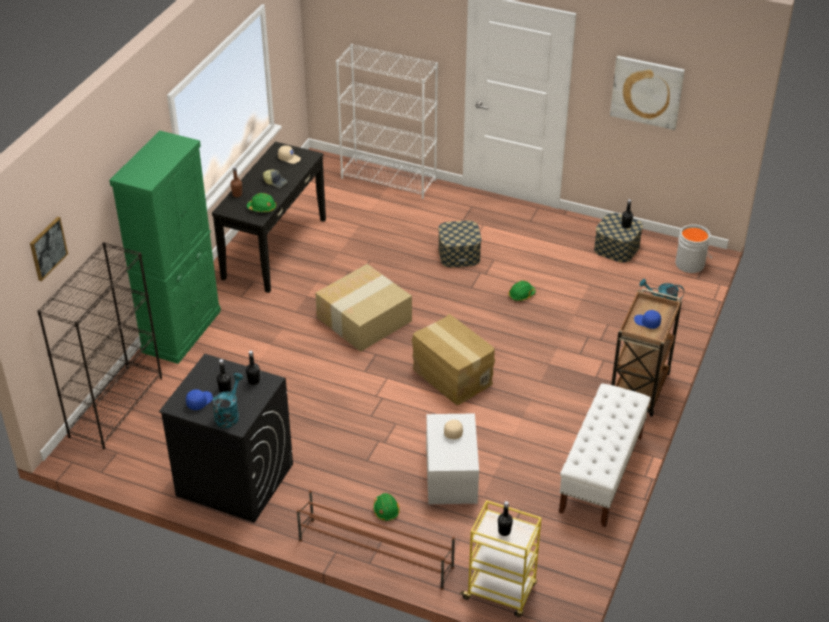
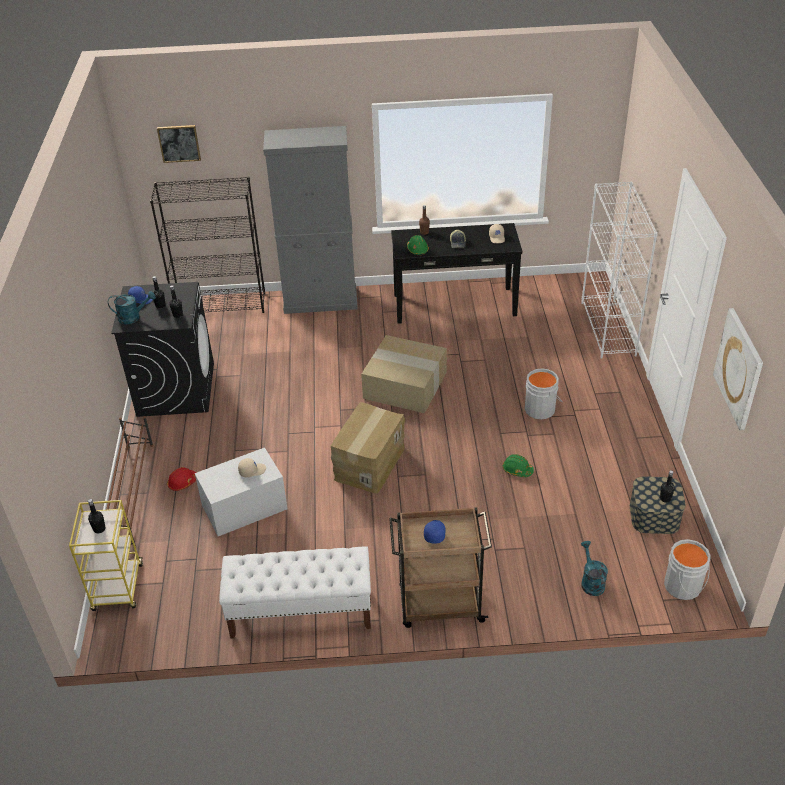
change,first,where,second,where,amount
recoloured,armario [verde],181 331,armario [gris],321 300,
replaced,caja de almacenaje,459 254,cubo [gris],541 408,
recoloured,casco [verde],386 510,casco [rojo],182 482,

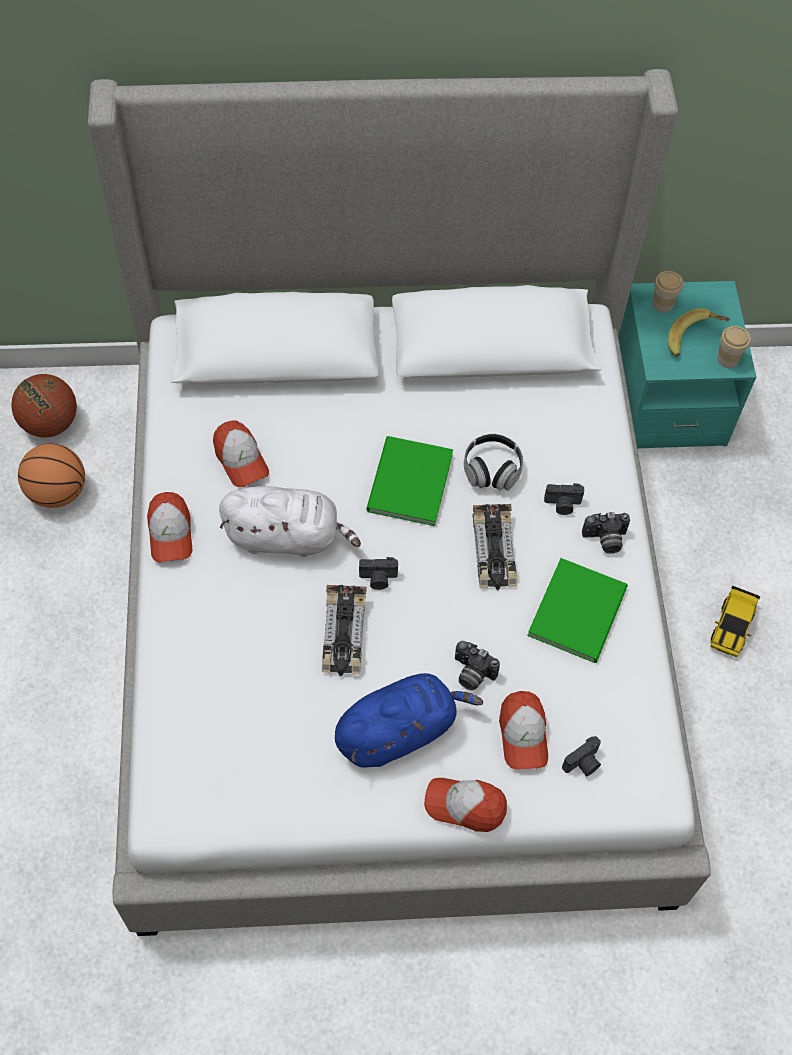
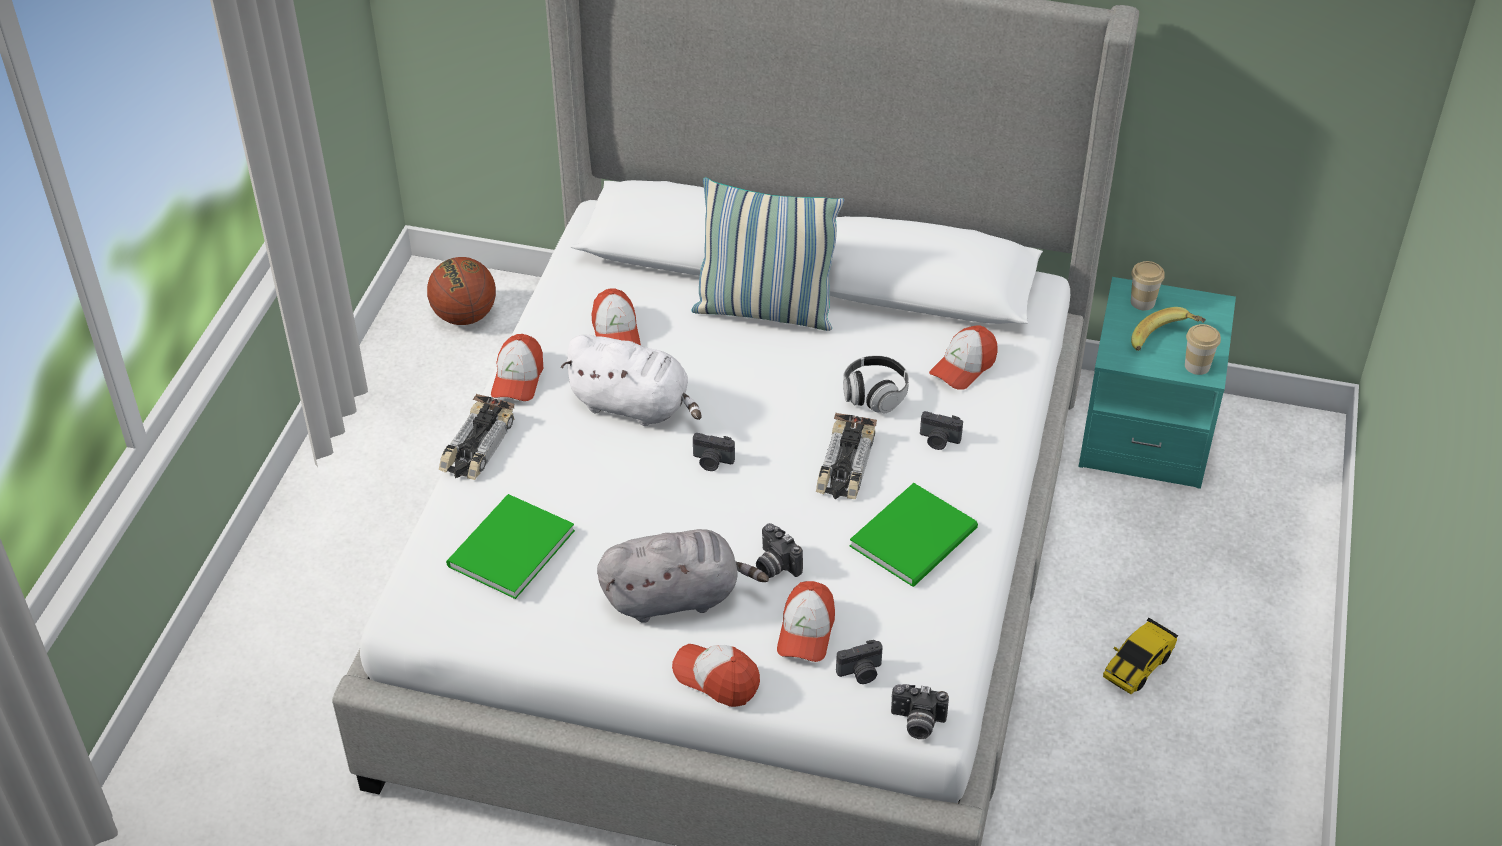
change,first,where,second,where,amount
moved,libro [verde],407 484,,507 549,
removed,balón de baloncesto,57 492,,,
moved,cámara,605 540,,917 723,
moved,coche de juguete,343 635,,477 446,
recoloured,peluche [azul],399 730,peluche [gris],676 597,
added,,,cojín,765 311,
added,,,gorra,963 367,

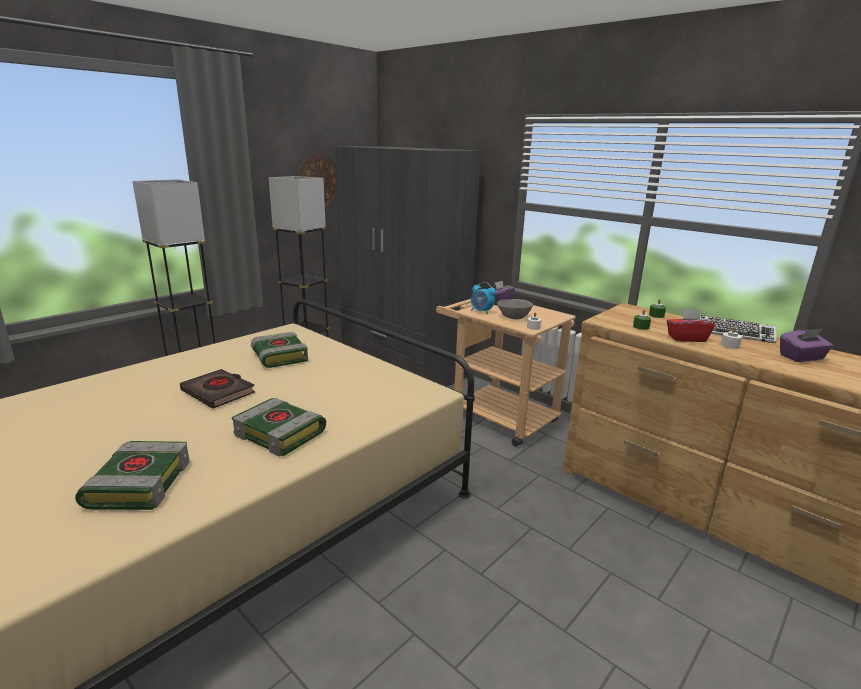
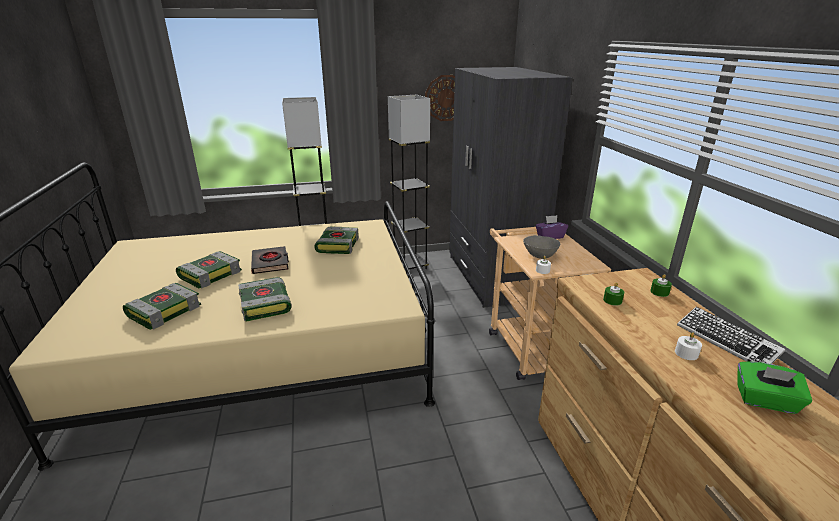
change,first,where,second,where,amount
removed,despertador,481 311,,,
removed,caja de pañuelos [rojo],686 338,,,
recoloured,caja de pañuelos [morado],801 357,caja de pañuelos [verde],765 401,
added,,,libro,210 274,

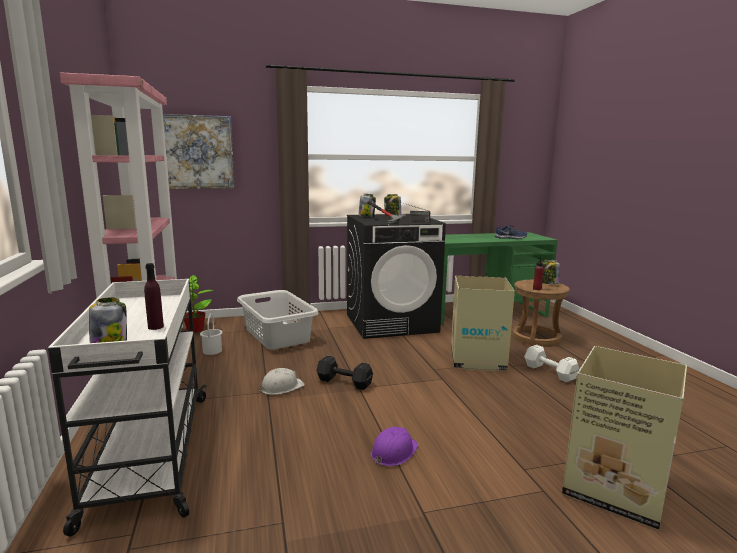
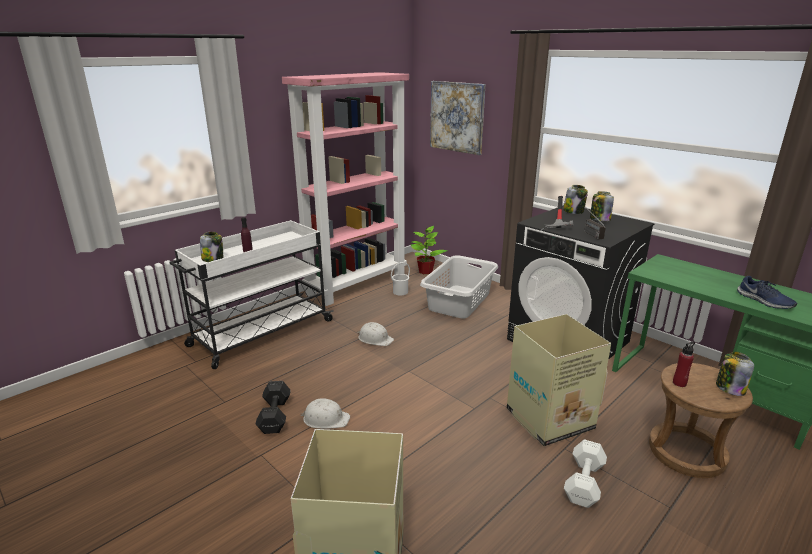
change,first,where,second,where,amount
moved,mancuerna [negro],343 382,,275 415,
recoloured,casco [morado],393 452,casco [blanco],325 419,

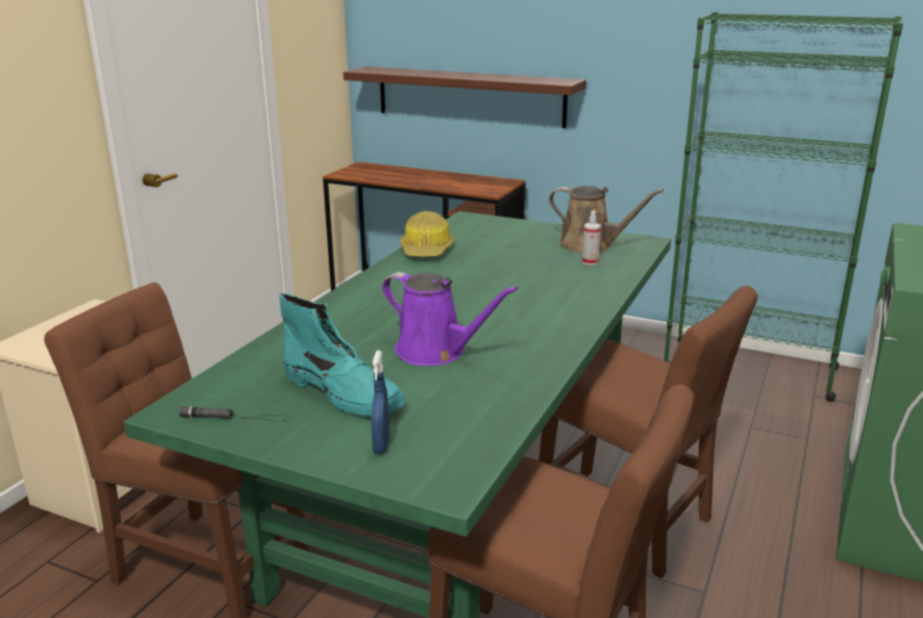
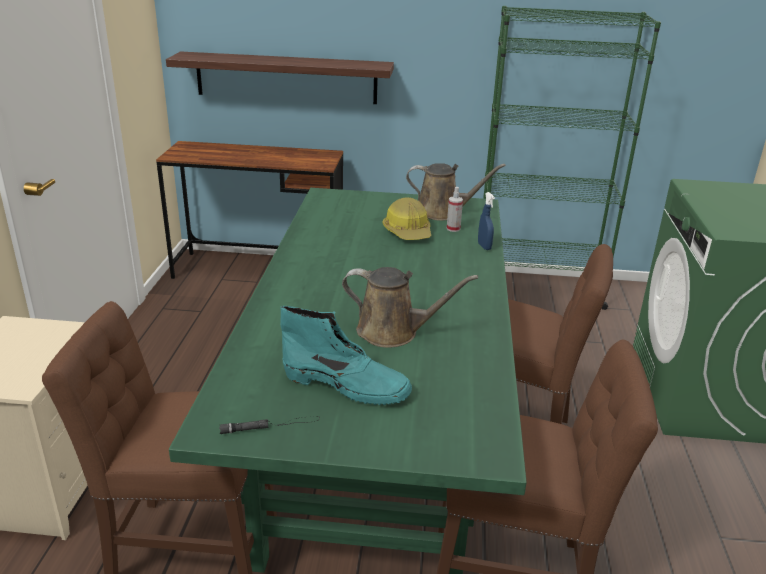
change,first,where,second,where,amount
moved,casco,426 251,,408 232,
recoloured,regadera [morado],436 352,regadera [marrón],393 332,
moved,pulverizador [azul],381 445,,484 246,

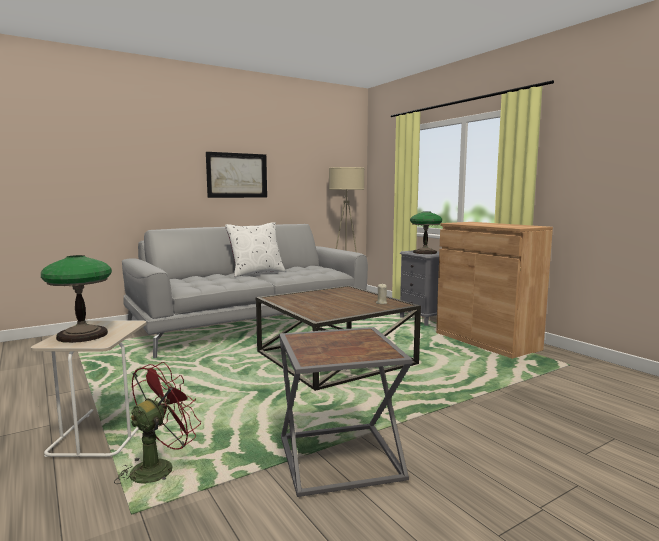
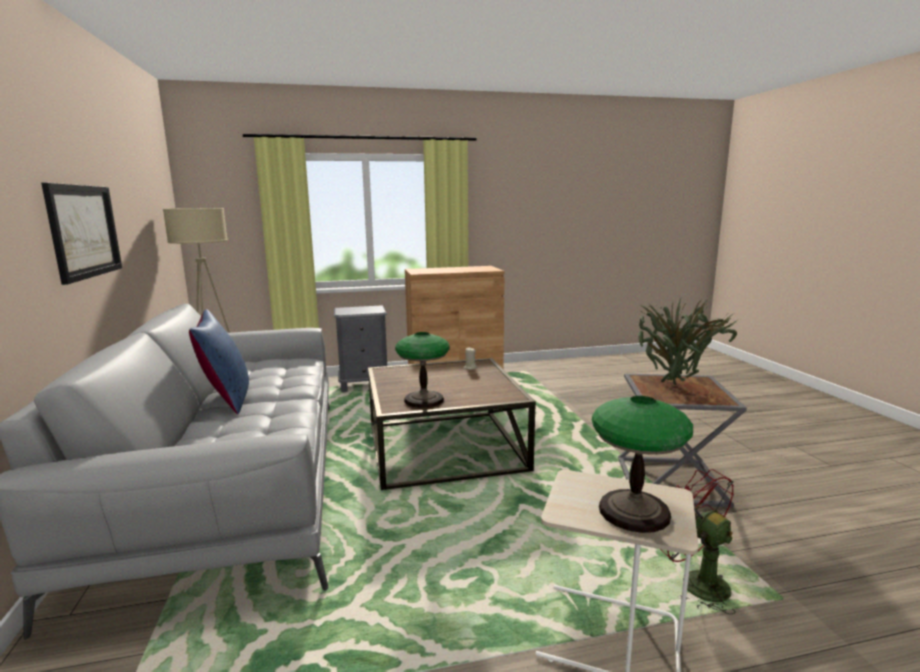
change,first,where,second,where,amount
moved,lámpara de mesa,425 252,,424 400,
recoloured,cojín [blanco],256 273,cojín [azul],226 399,
added,,,planta en maceta,675 387,

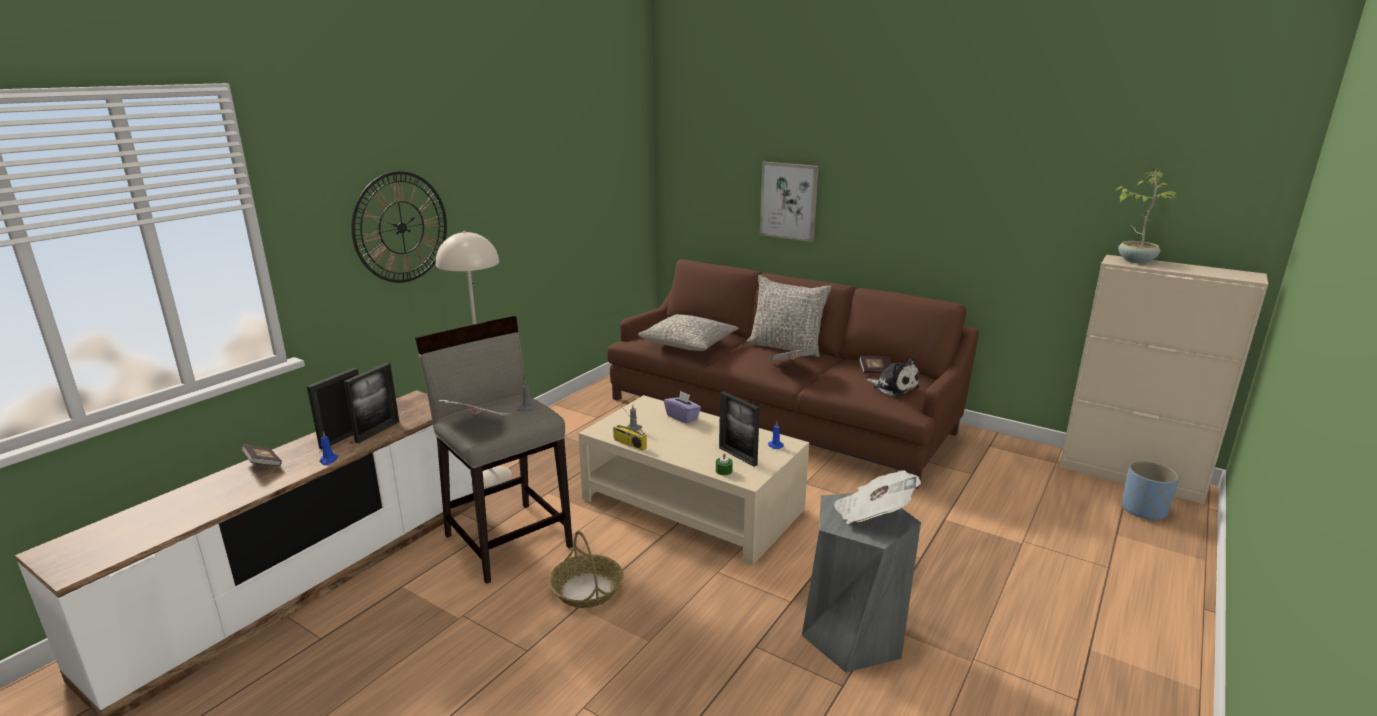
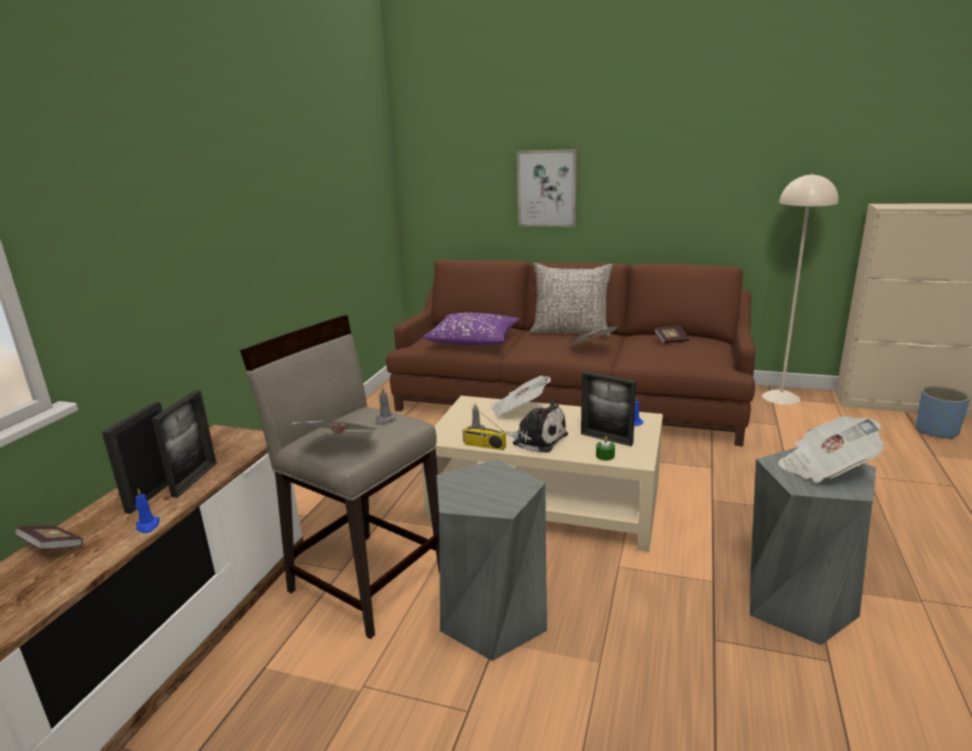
change,first,where,second,where,amount
removed,planta en maceta,1136 261,,,
removed,reloj de pared,401 227,,,
moved,lámpara de pie [beis],491 475,,781 397,
recoloured,cojín [gris],689 343,cojín [morado],474 340,
moved,peluche,893 387,,537 439,
replaced,caja de pañuelos [morado],682 417,periódico,519 410,
replaced,cesta,587 589,taburete [gris],493 618,

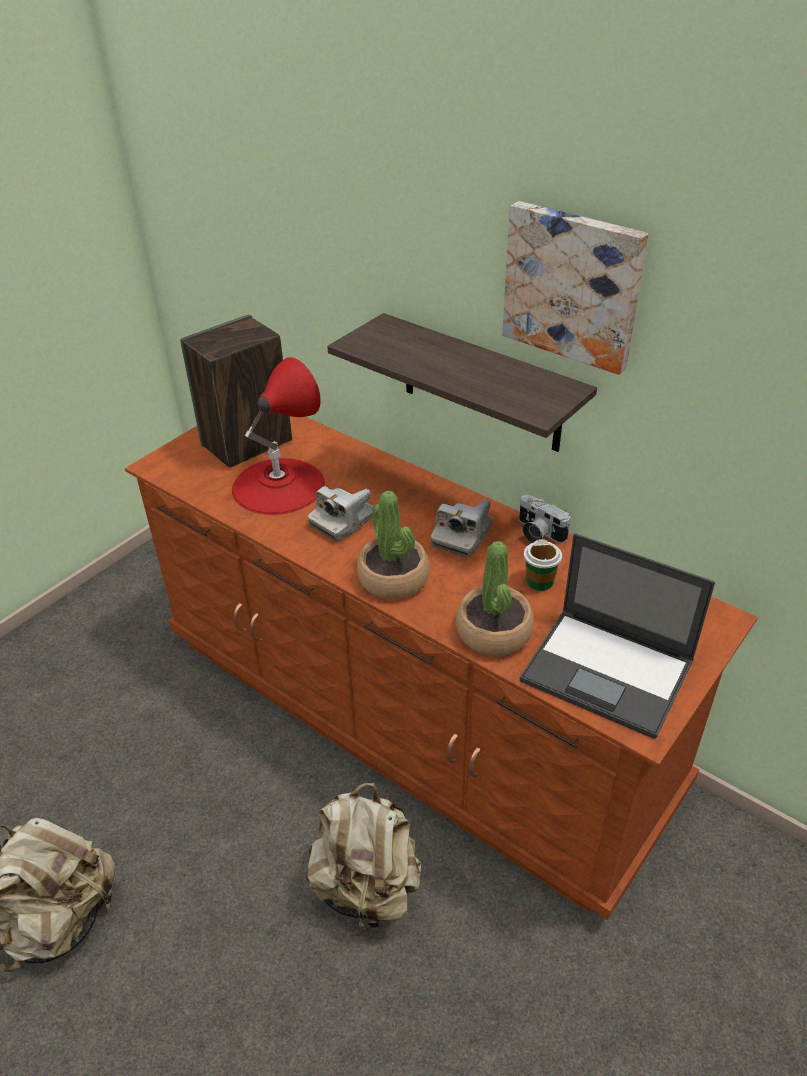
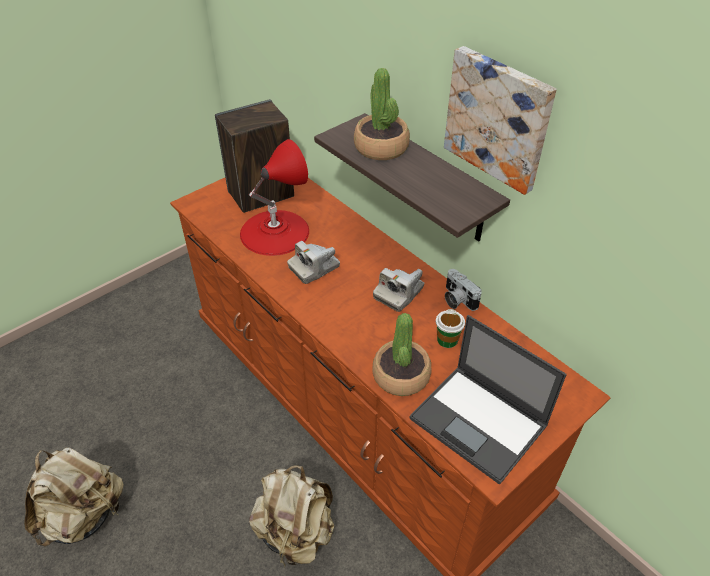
change,first,where,second,where,amount
moved,planta en maceta,393 578,,381 147,

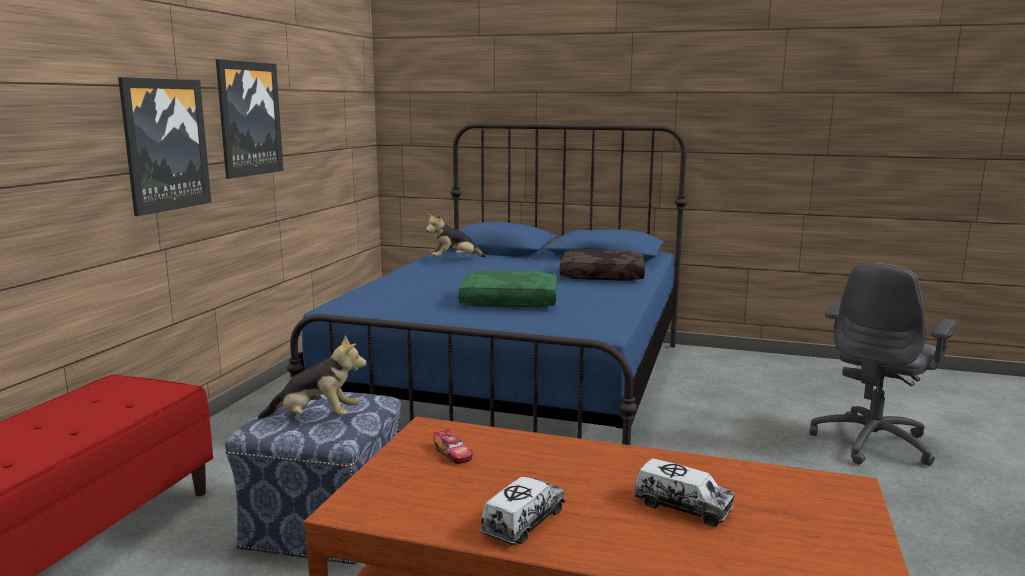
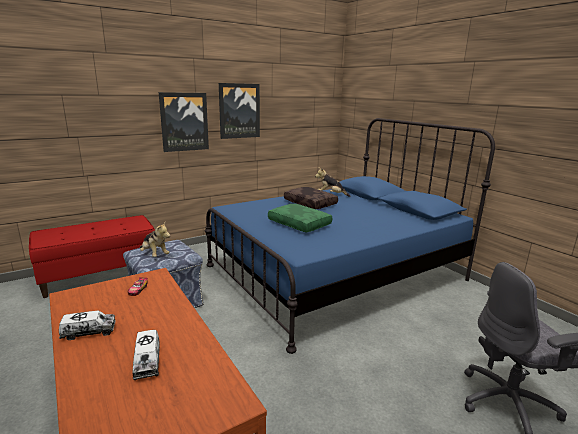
change,first,where,second,where,amount
moved,cojín [marrón],603 276,,311 203,

